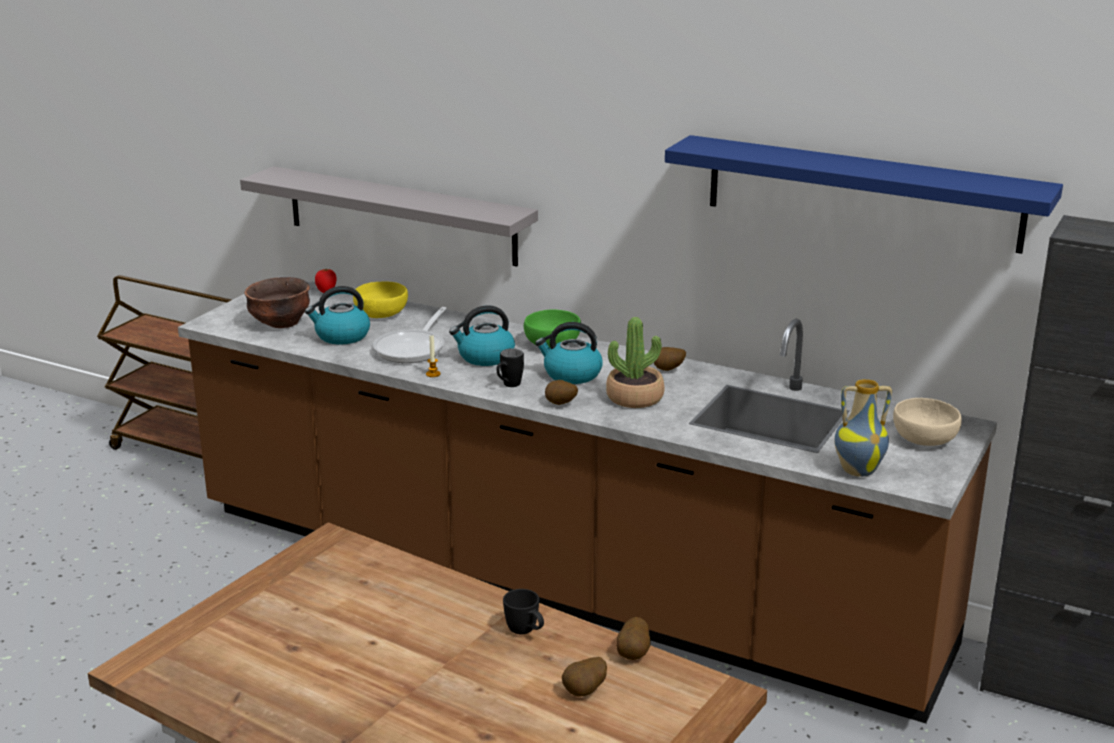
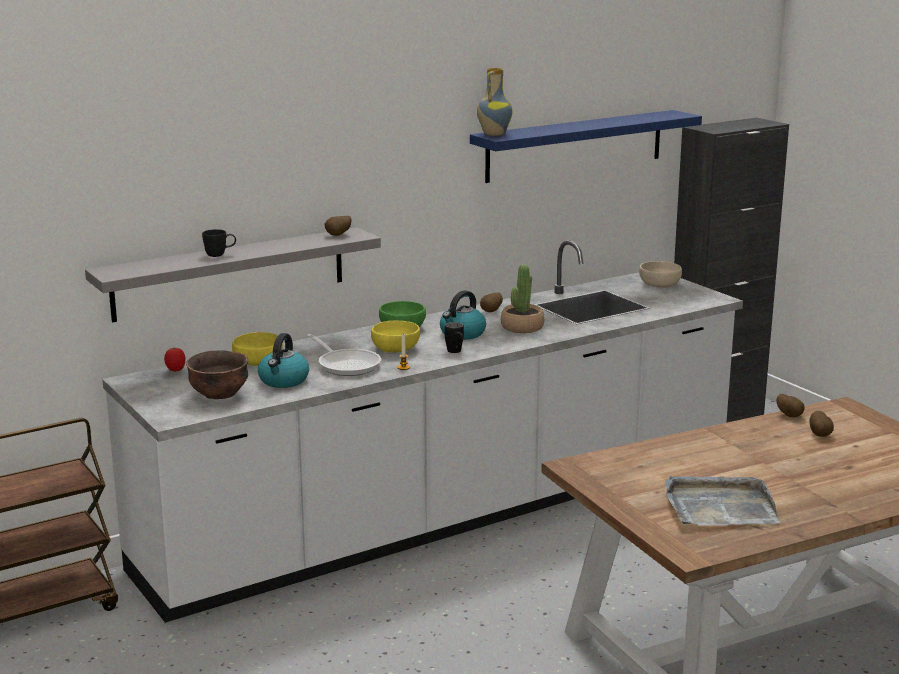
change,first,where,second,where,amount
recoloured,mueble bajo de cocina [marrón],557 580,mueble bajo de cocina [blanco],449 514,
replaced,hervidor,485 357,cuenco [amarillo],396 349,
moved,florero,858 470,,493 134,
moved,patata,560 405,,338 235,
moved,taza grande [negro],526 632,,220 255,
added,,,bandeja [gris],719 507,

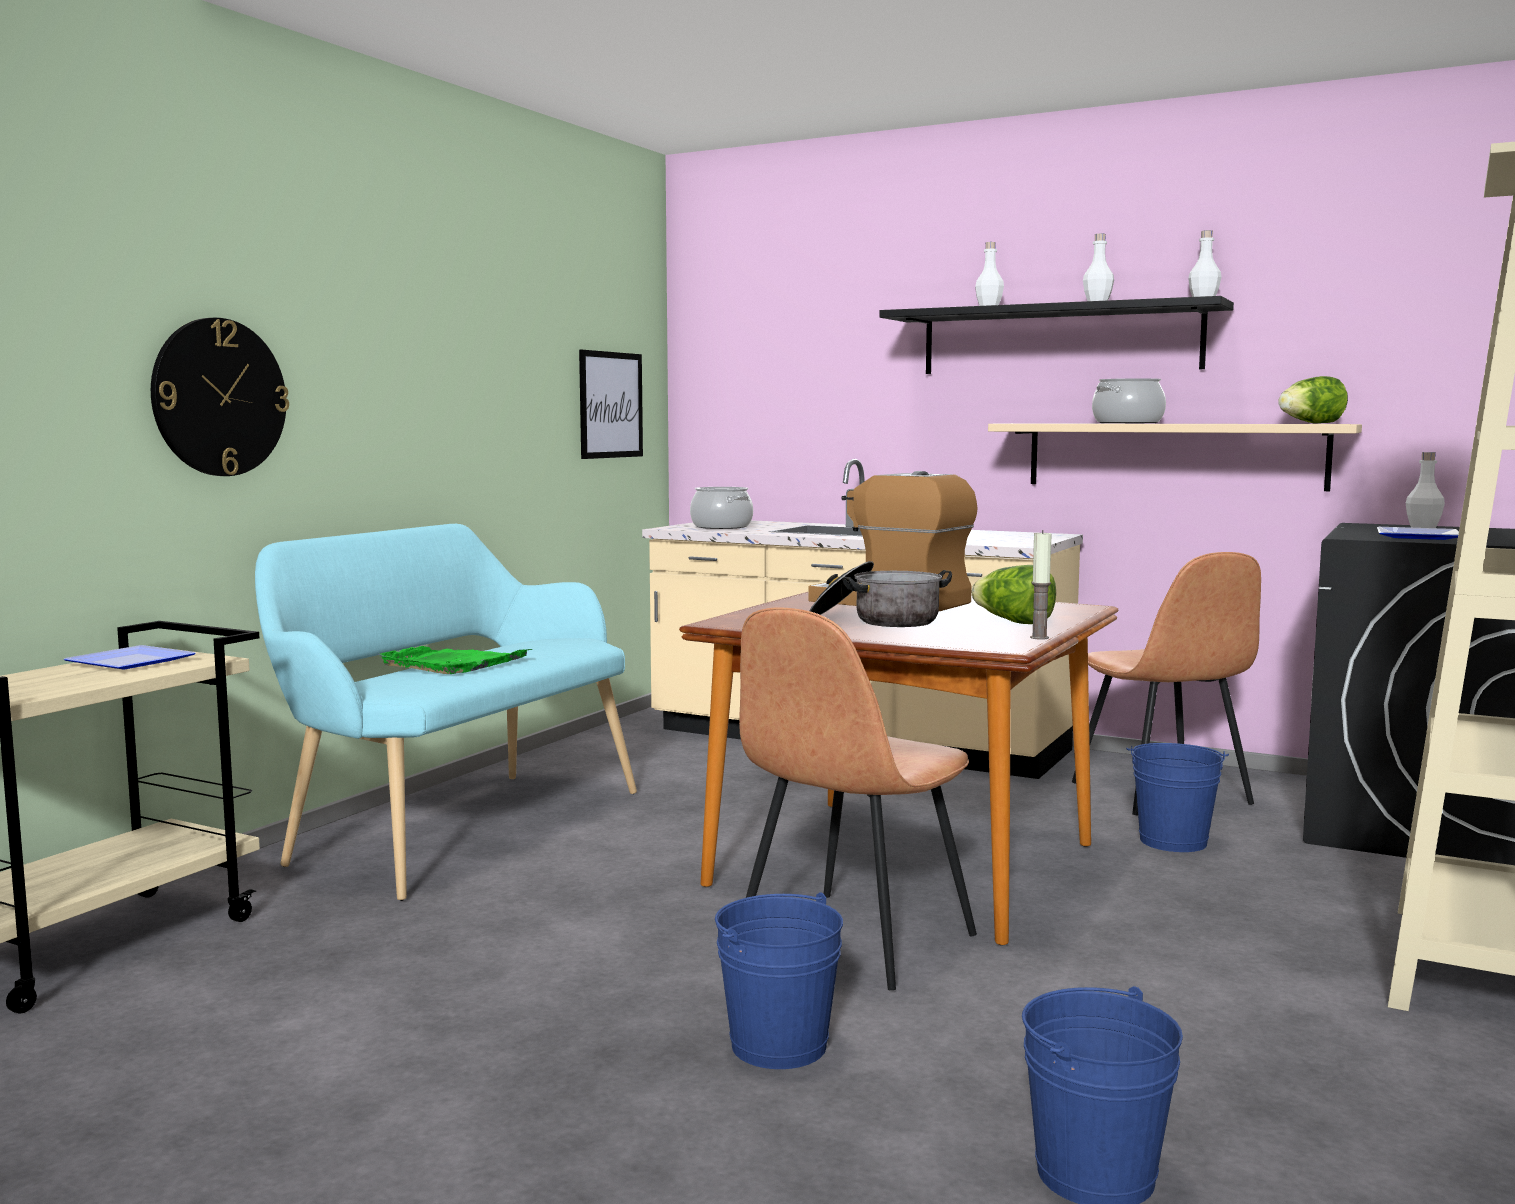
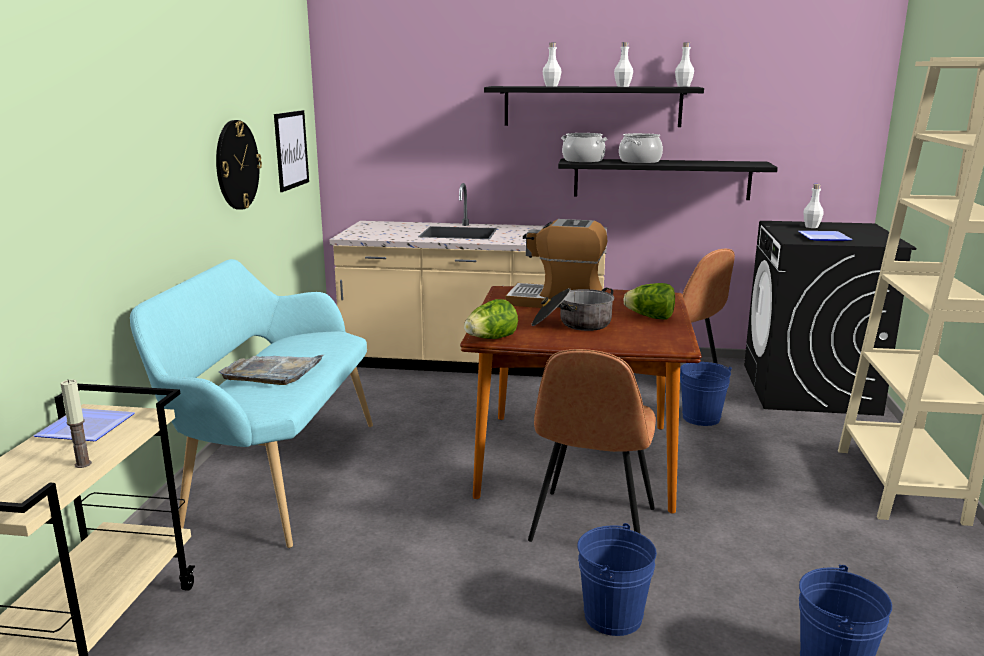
change,first,where,second,where,amount
moved,reloj de pared,219 397,,236 165,
moved,lechuga,1311 423,,491 339,
recoloured,estante [beis],1174 455,estante [negro],661 179,
moved,olla,721 526,,583 161,
moved,vela,1039 637,,83 464,
recoloured,bandeja [verde],453 664,bandeja [gris],273 372,

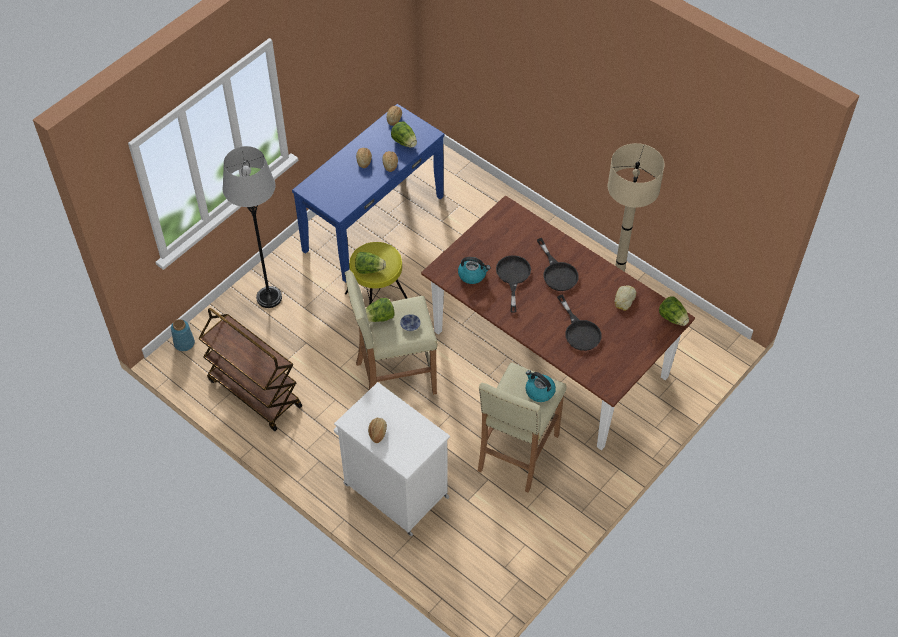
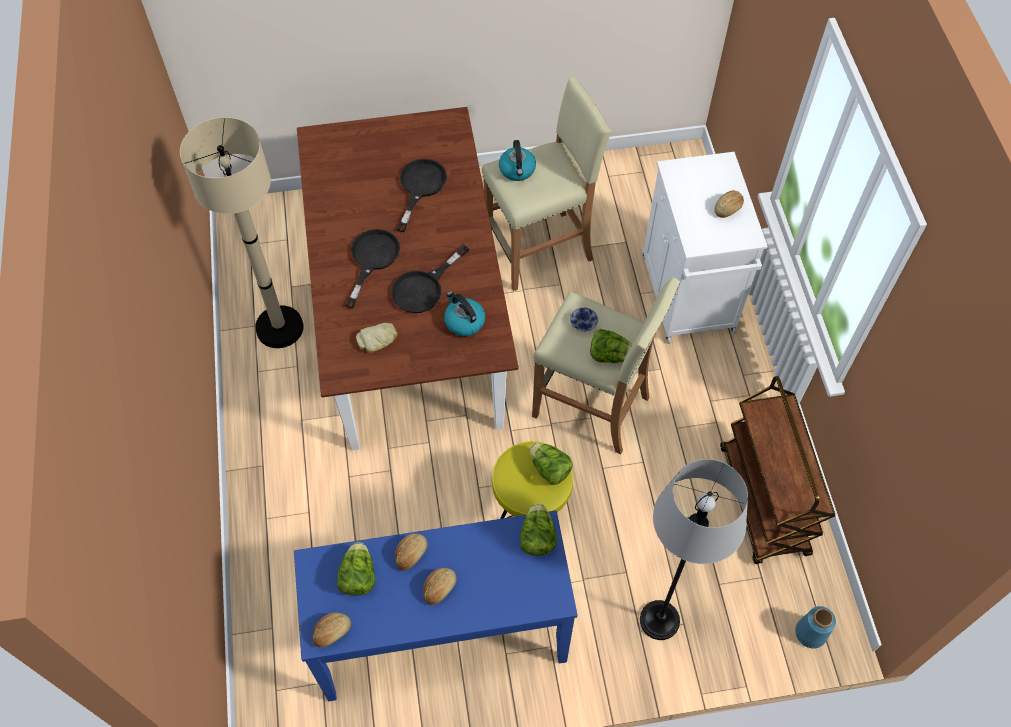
change,first,where,second,where,amount
moved,pan,624 299,,377 340,
moved,lechuga,672 318,,537 537,

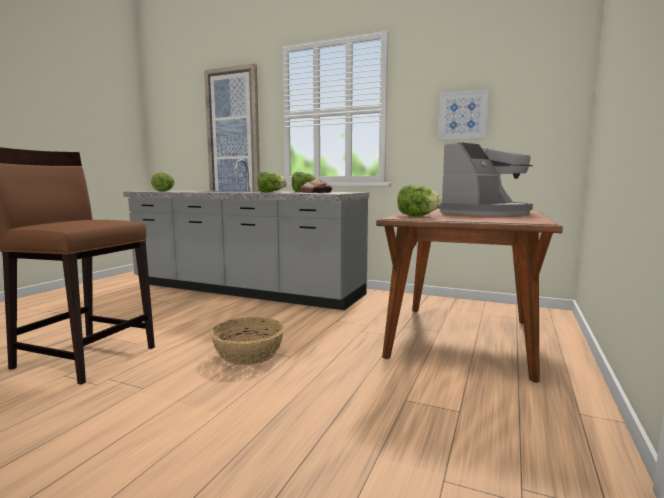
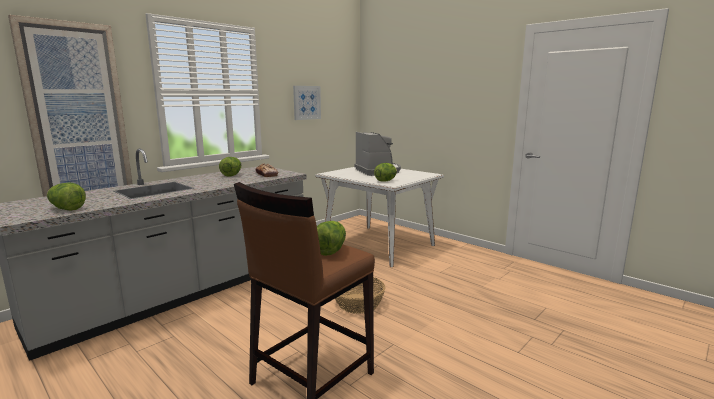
change,first,where,second,where,amount
moved,lechuga,271 192,,330 250,
recoloured,mesa de comedor [marrón],461 338,mesa de comedor [blanco],378 244,

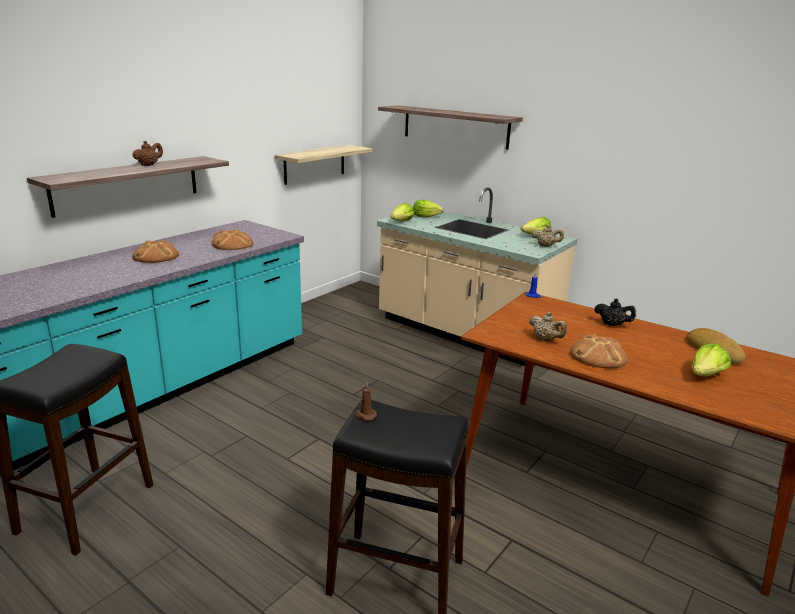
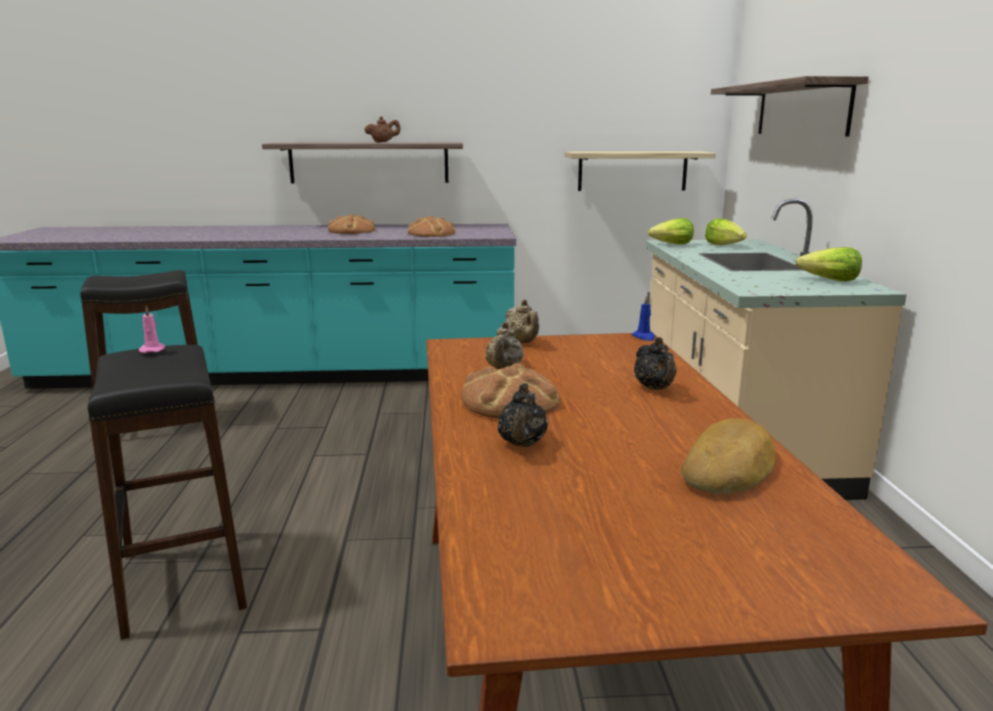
change,first,where,second,where,amount
moved,tetera [beis],546 246,,523 342,
removed,lechuga,706 375,,,
recoloured,vela [marrón],365 415,vela [rosa],153 350,
added,,,tetera [negro],522 444,

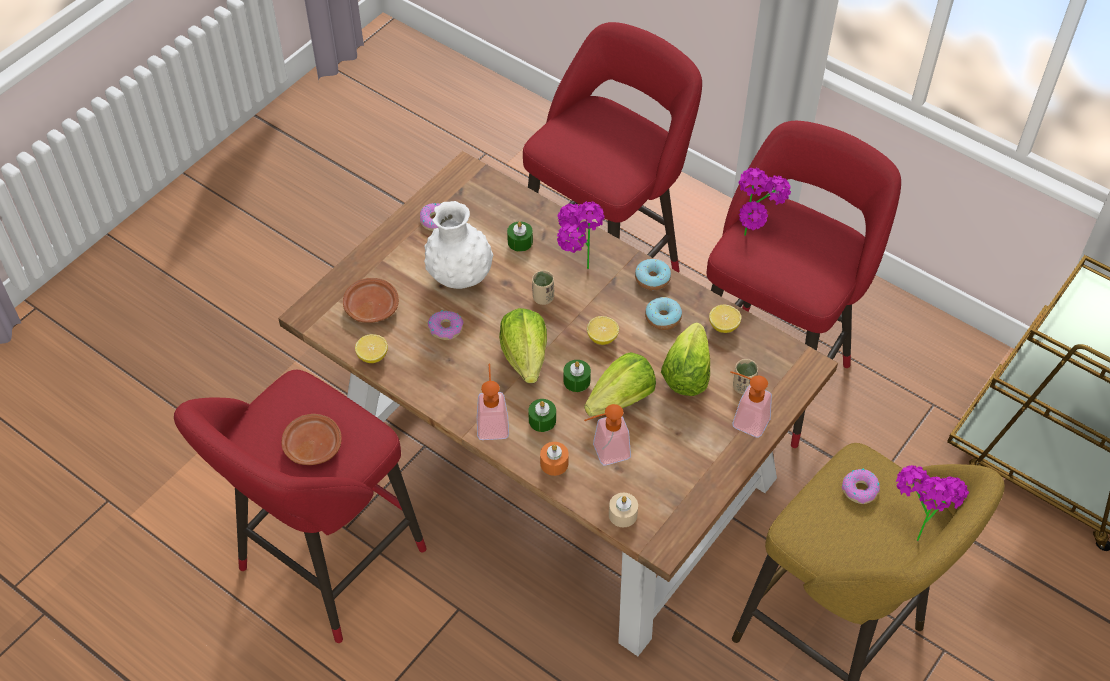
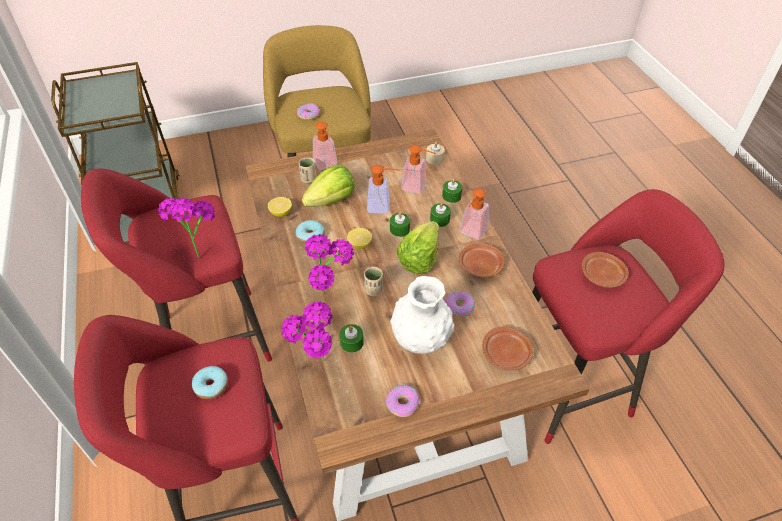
change,first,where,second,where,amount
moved,rosquilla,652 279,,211 386,
removed,limón,372 356,,,
replaced,lechuga,621 400,dispensador de jabón,383 206,
recoloured,vela [naranja],554 463,vela [verde],451 196,
moved,planta en maceta,916 528,,316 368,
added,,,plato [marrón],480 266,

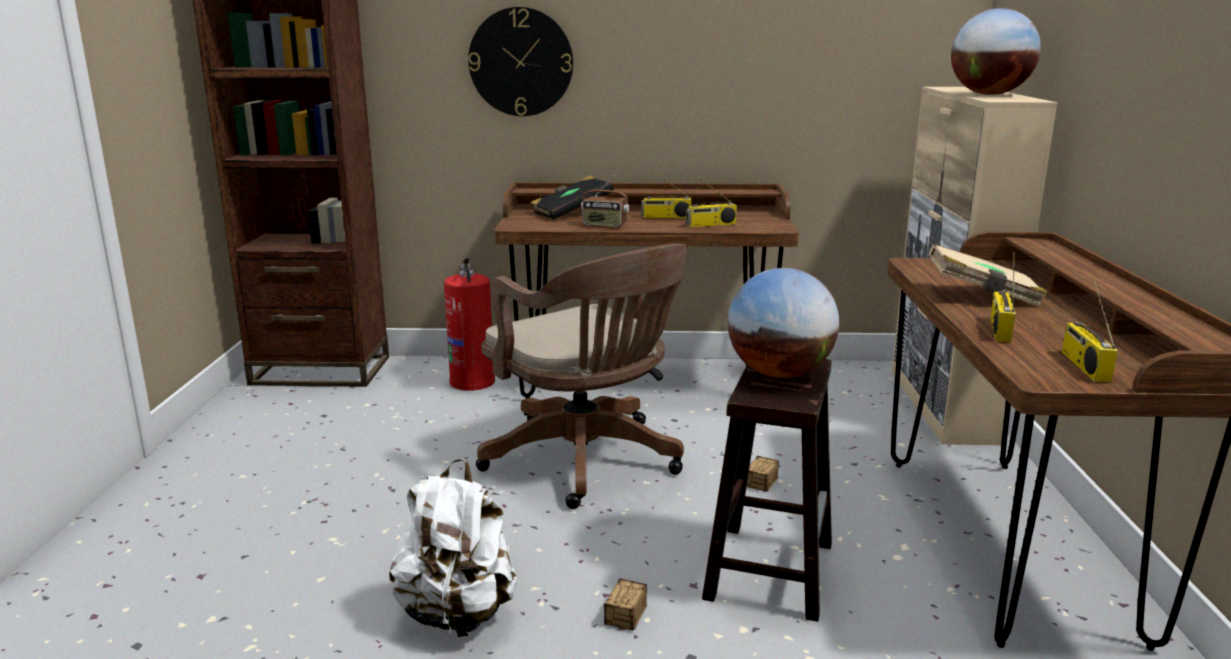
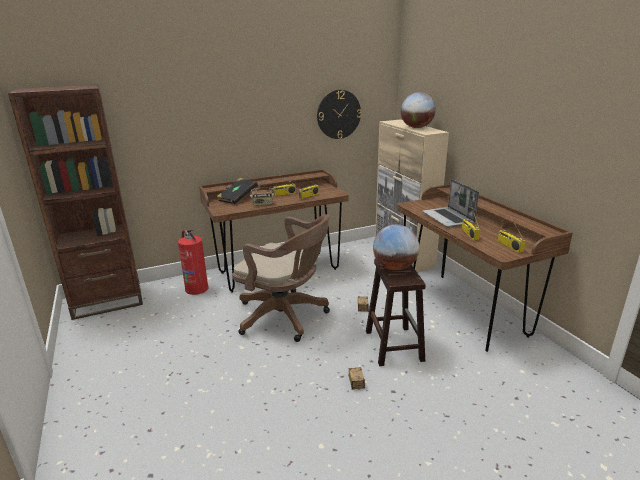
change,first,where,second,where,amount
moved,reloj de pared,521 62,,338 114,
replaced,libro [beis],983 296,portátil,448 218,
removed,mochila [blanco],458 614,,,

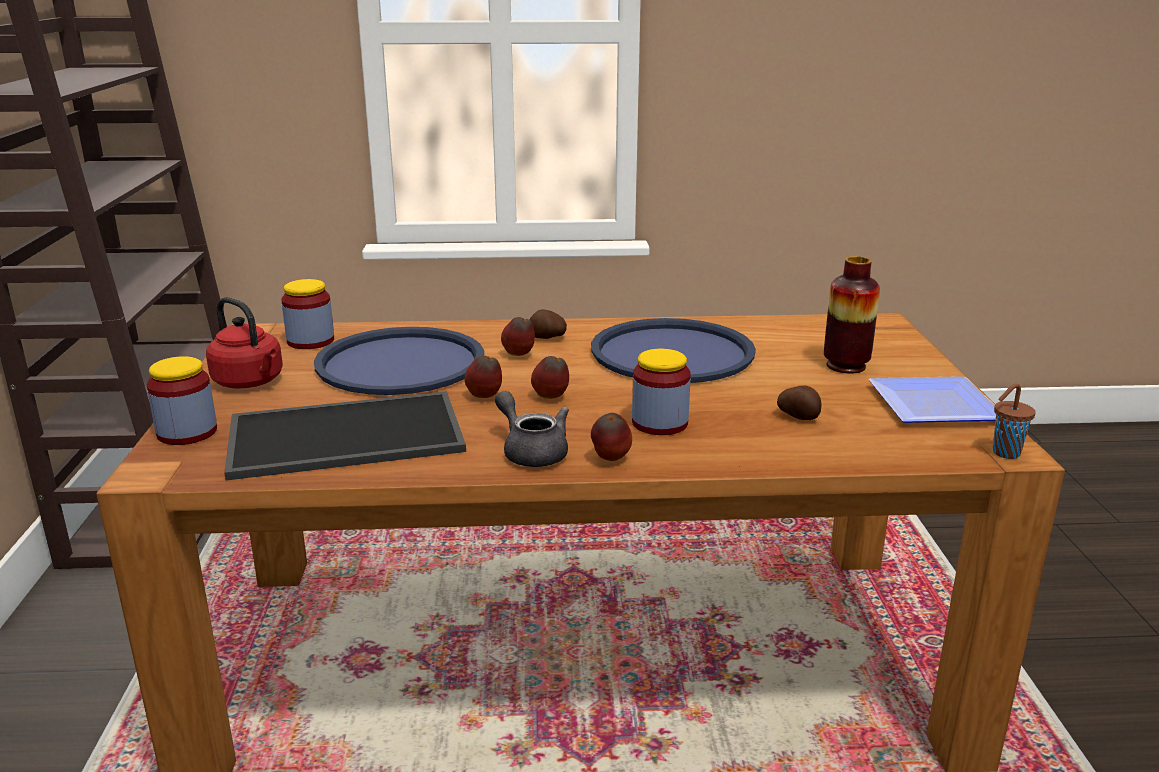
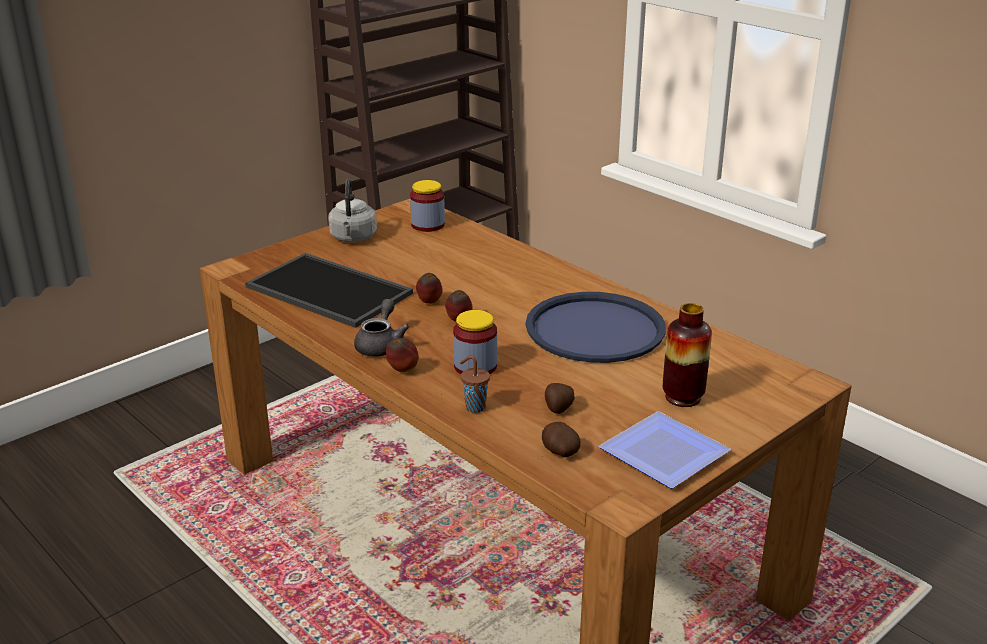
change,first,where,second,where,amount
recoloured,hervidor [rojo],250 382,hervidor [gris],353 238,
moved,patata,547 338,,559 452,
removed,manzana,519 356,,,
removed,bandeja [azul],400 363,,,
removed,tarro,187 432,,,
moved,taza [marrón],1004 453,,474 407,

